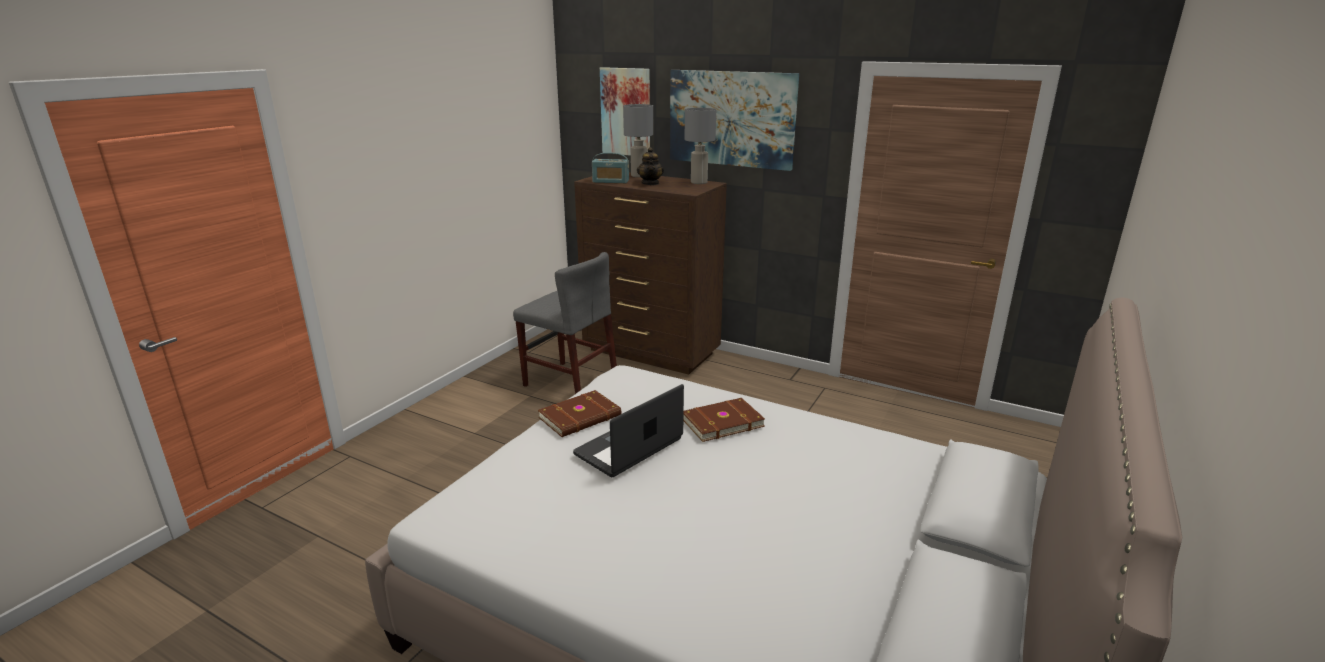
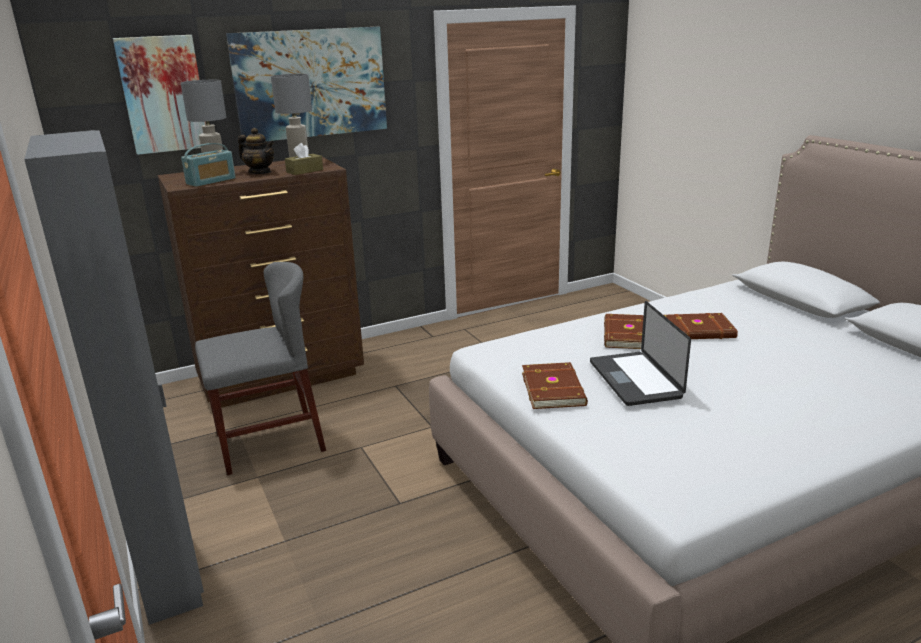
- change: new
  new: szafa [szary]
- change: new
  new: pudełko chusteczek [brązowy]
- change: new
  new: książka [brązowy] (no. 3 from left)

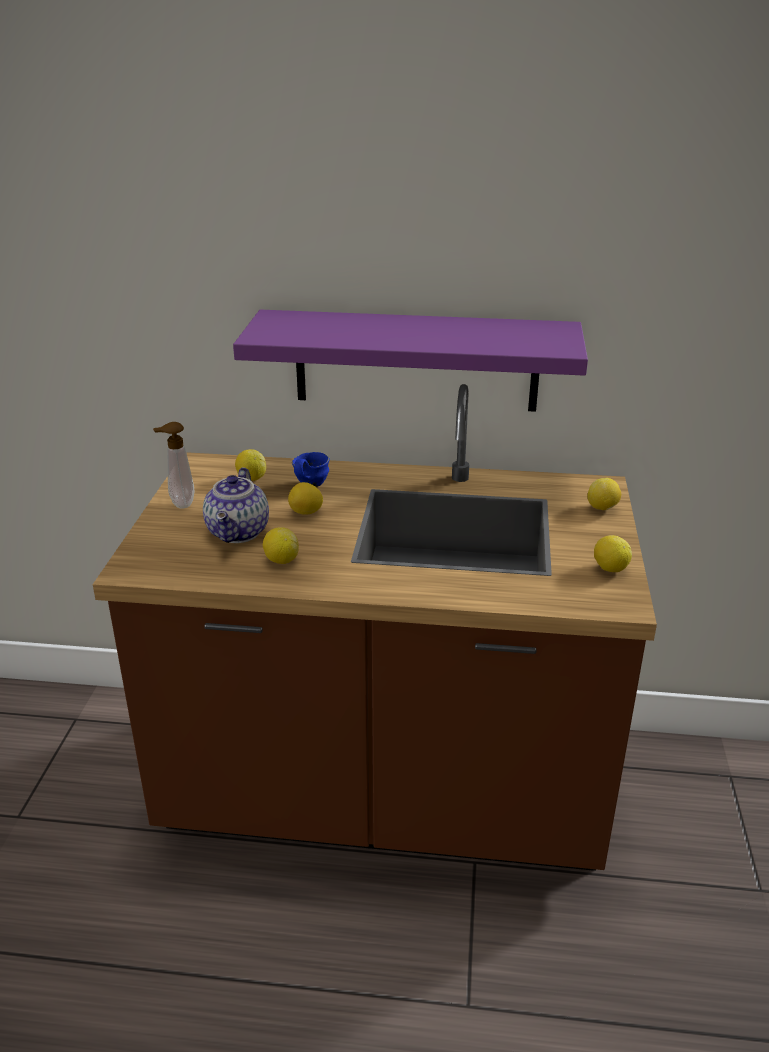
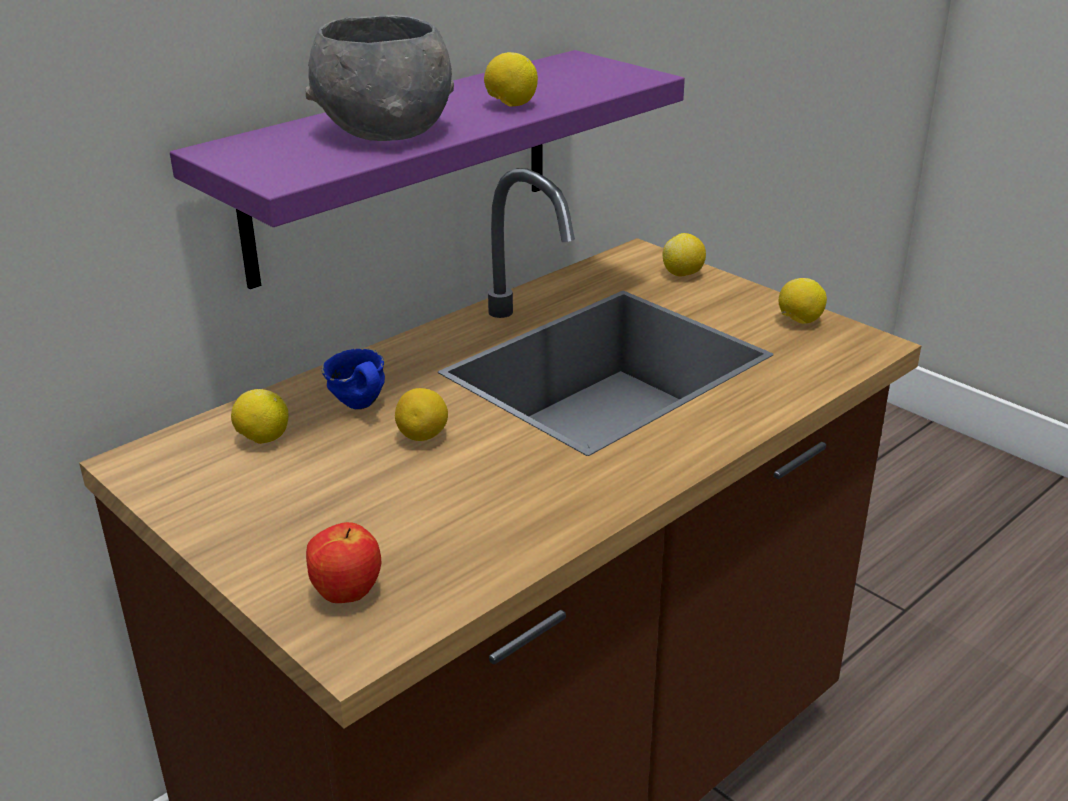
- change: gone
  old: dozownik mydła
- change: gone
  old: imbryk
- change: new
  new: miska [szary]
- change: new
  new: jabłko
- change: shifted
  old: cytryna (no. 2 from left in the first image)
  new: cytryna (no. 3 from left)

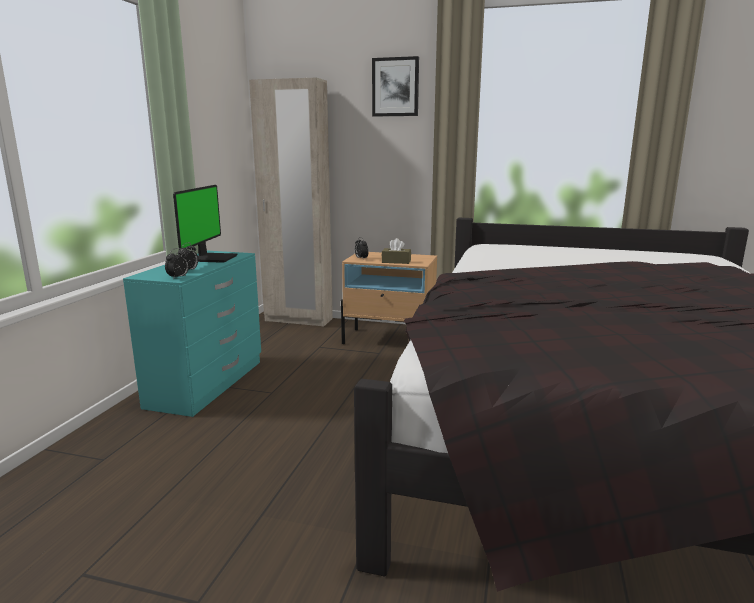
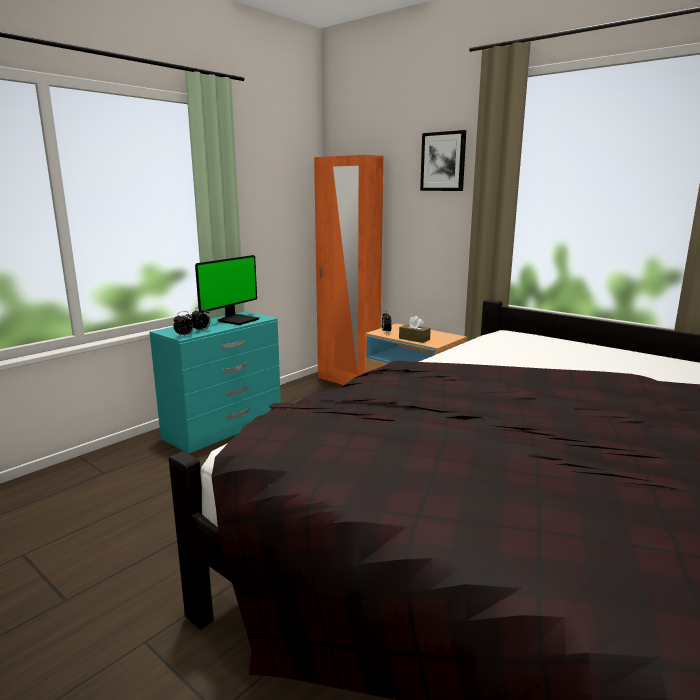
- change: repainted
  old: szafa [beżowy]
  new: szafa [pomarańczowy]

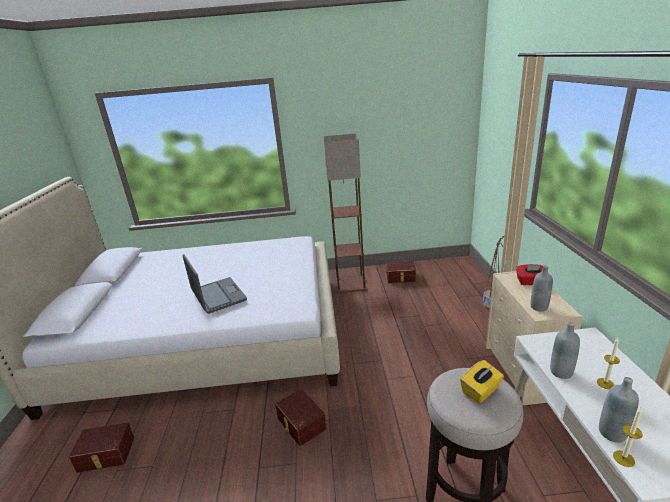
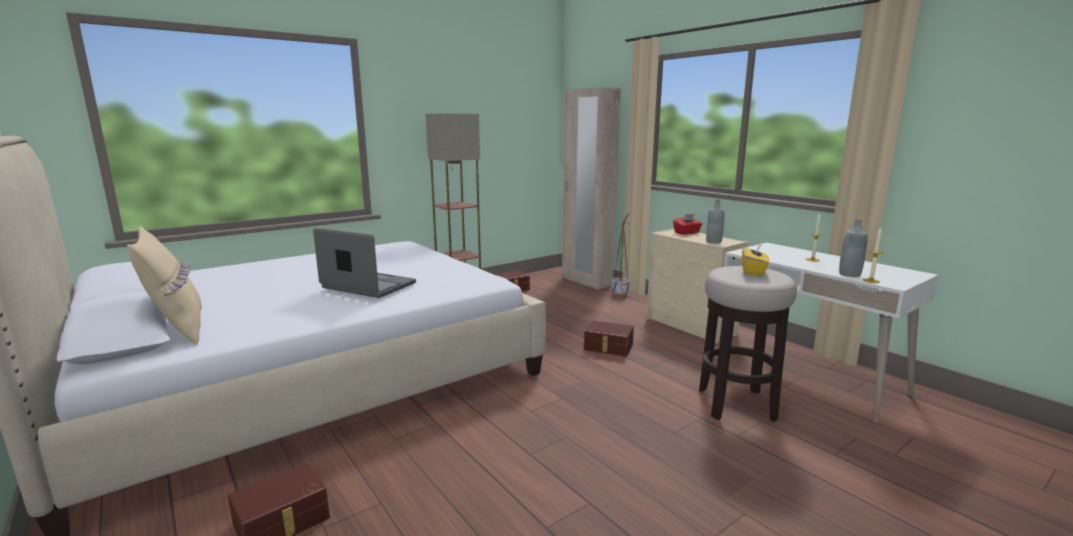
- change: gone
  old: butelka [szary] (no. 2 from left)
- change: new
  new: poduszka [beżowy]
- change: new
  new: szafa [beżowy]
- change: shifted
  old: pojemnik do przechowywania [brązowy] (no. 2 from left in the first image)
  new: pojemnik do przechowywania [brązowy] (no. 3 from left)

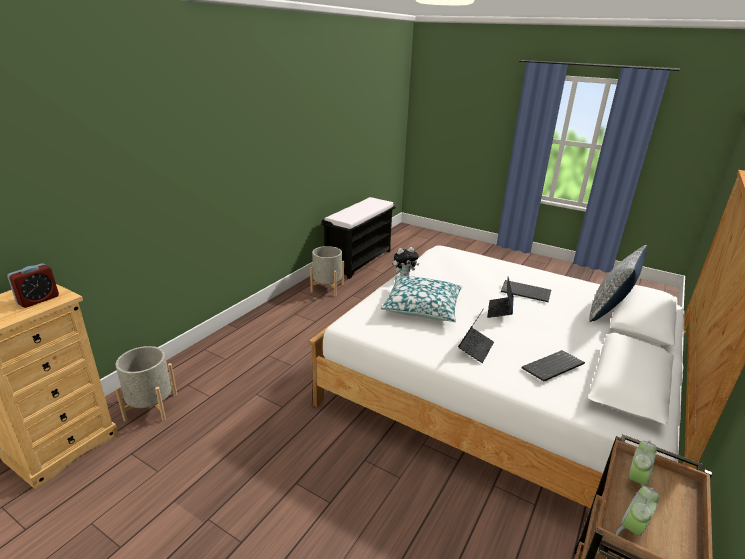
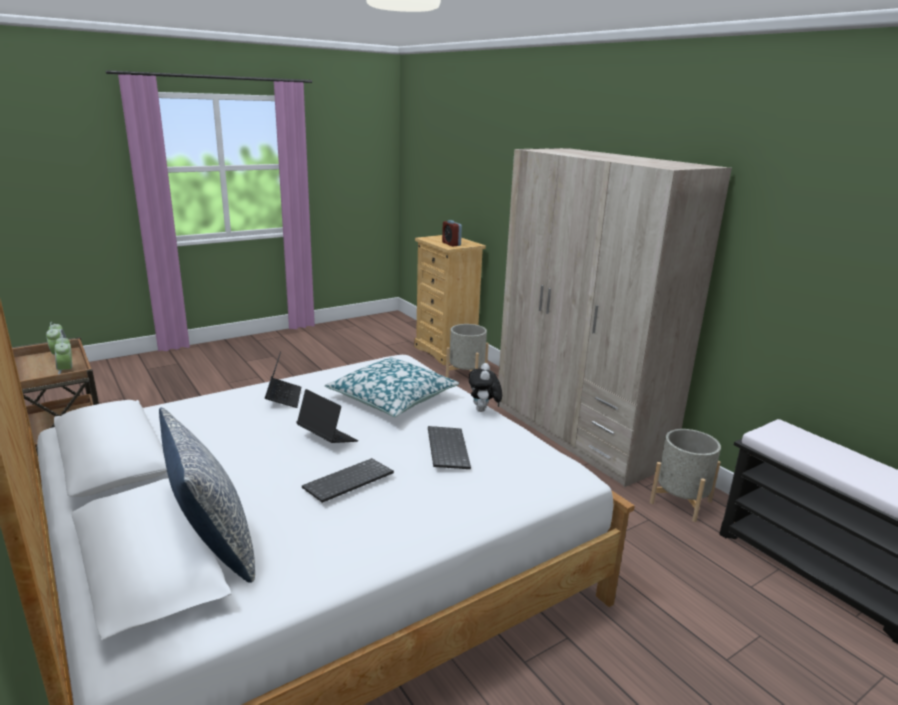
- change: new
  new: szafa [beżowy]
- change: shifted
  old: klawiatura (no. 2 from left)
- change: rotated
  old: laptop (no. 1 from left)
  degrees: -150

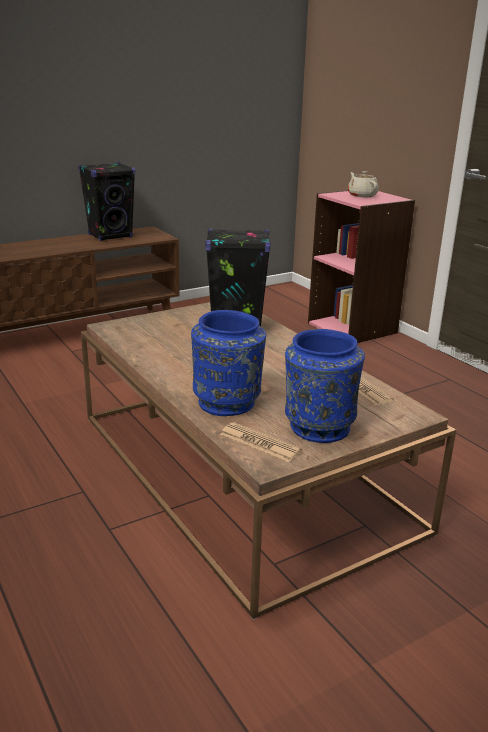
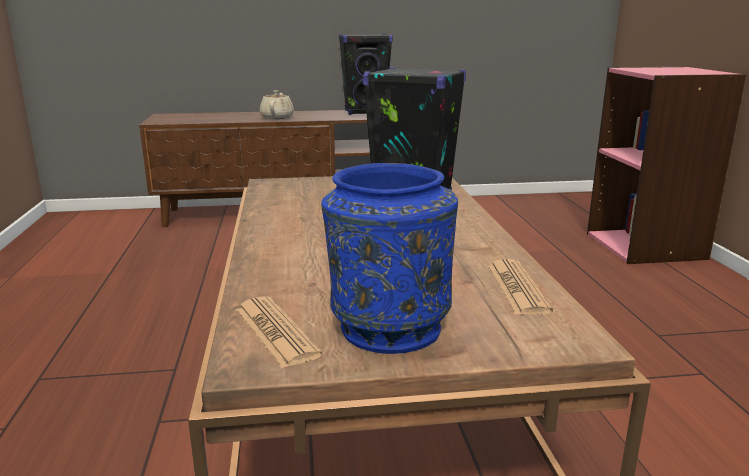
- change: gone
  old: wazon [niebieski] (no. 1 from left)
- change: shifted
  old: imbryk [beżowy]

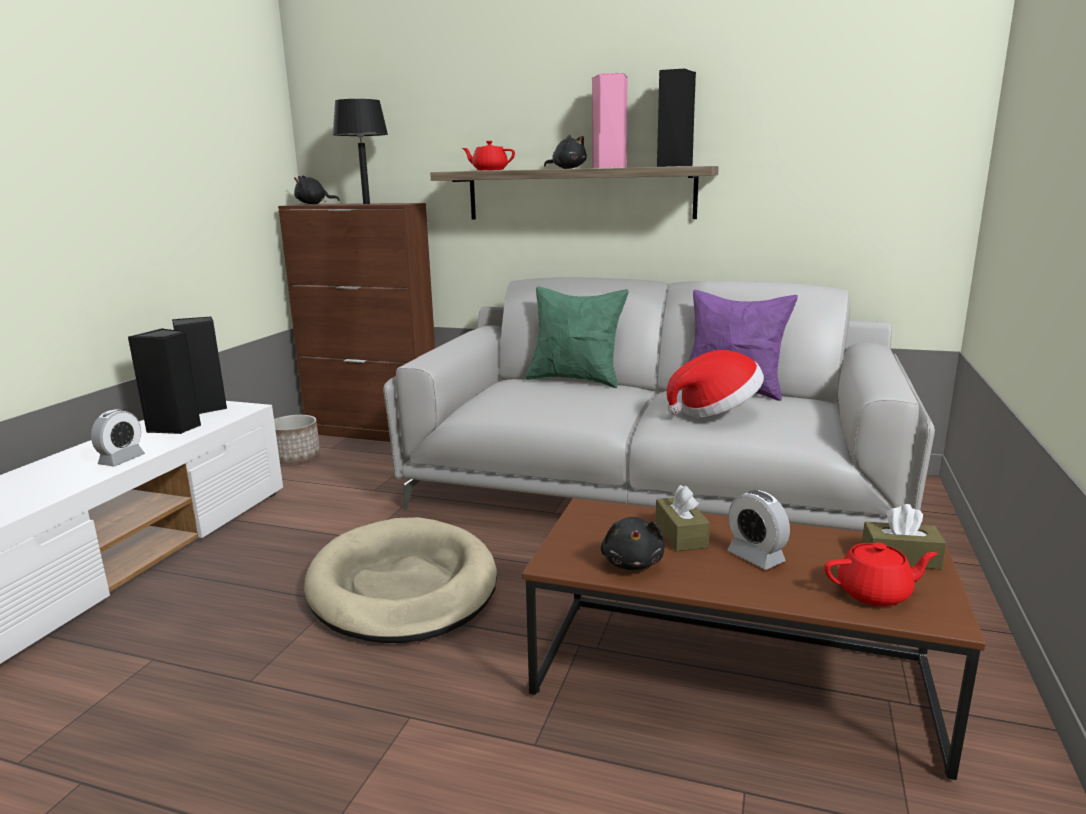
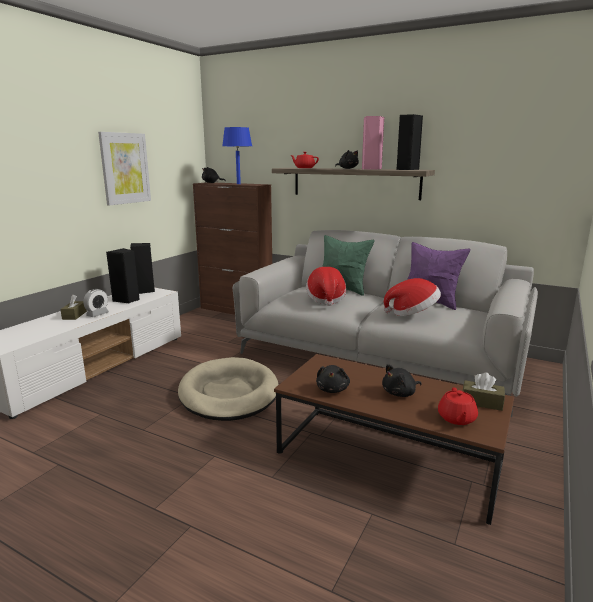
- change: gone
  old: donica
- change: new
  new: obraz
- change: new
  new: kapelusz (no. 1 from left)
- change: shifted
  old: pudełko chusteczek [brązowy] (no. 1 from left)
- change: swapped
  old: budzik (no. 2 from left)
  new: pluszak [czarny] (no. 4 from left)
- change: repainted
  old: lampa stołowa [czarny]
  new: lampa stołowa [niebieski]
- change: rotated
  old: imbryk [czerwony] (no. 2 from left)
  degrees: 90

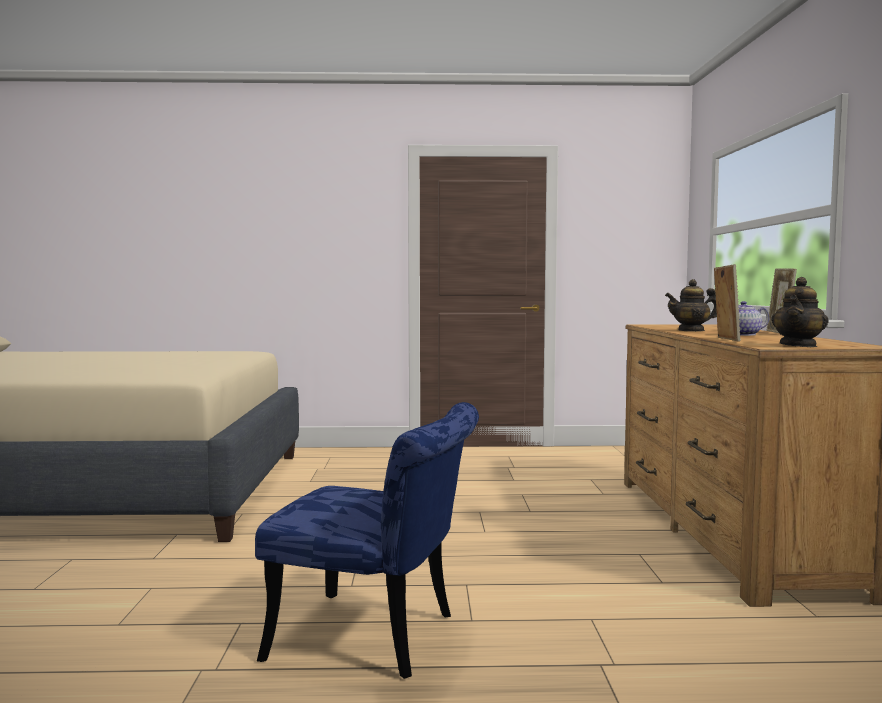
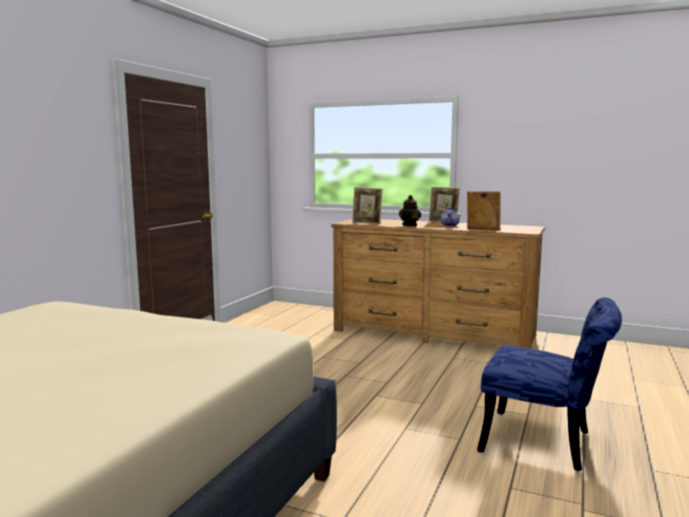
- change: gone
  old: imbryk (no. 3 from left)
- change: new
  new: ramka na zdjęcie (no. 1 from left)
- change: rotated
  old: krzesło [niebieski]
  degrees: 75

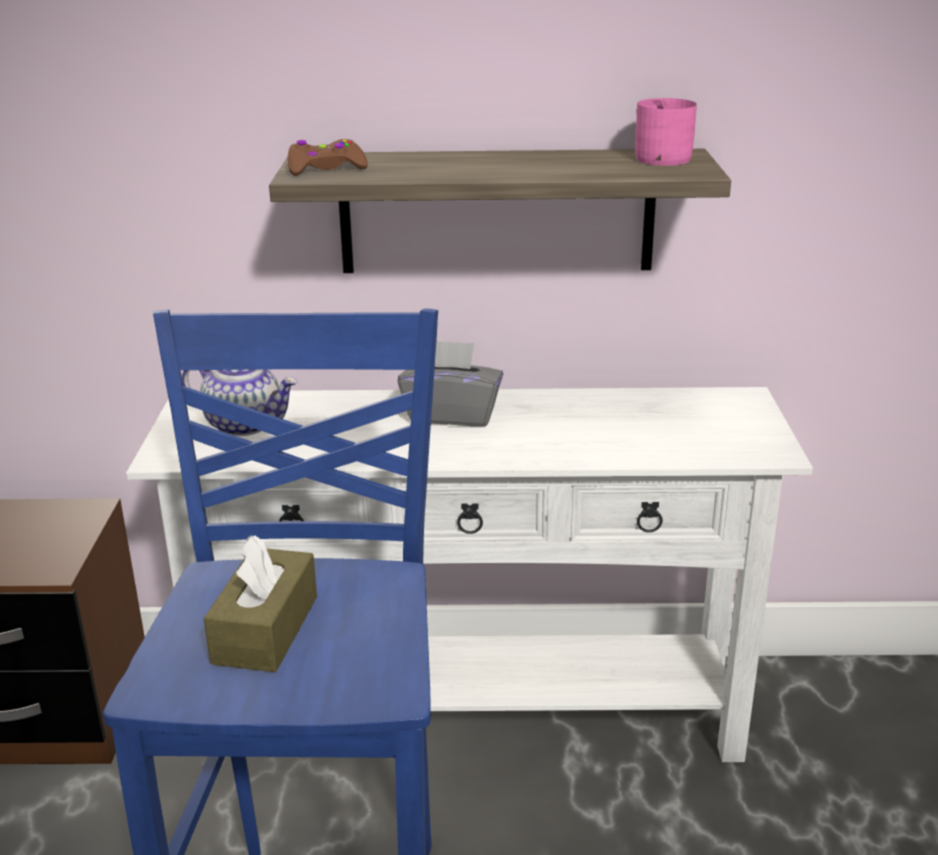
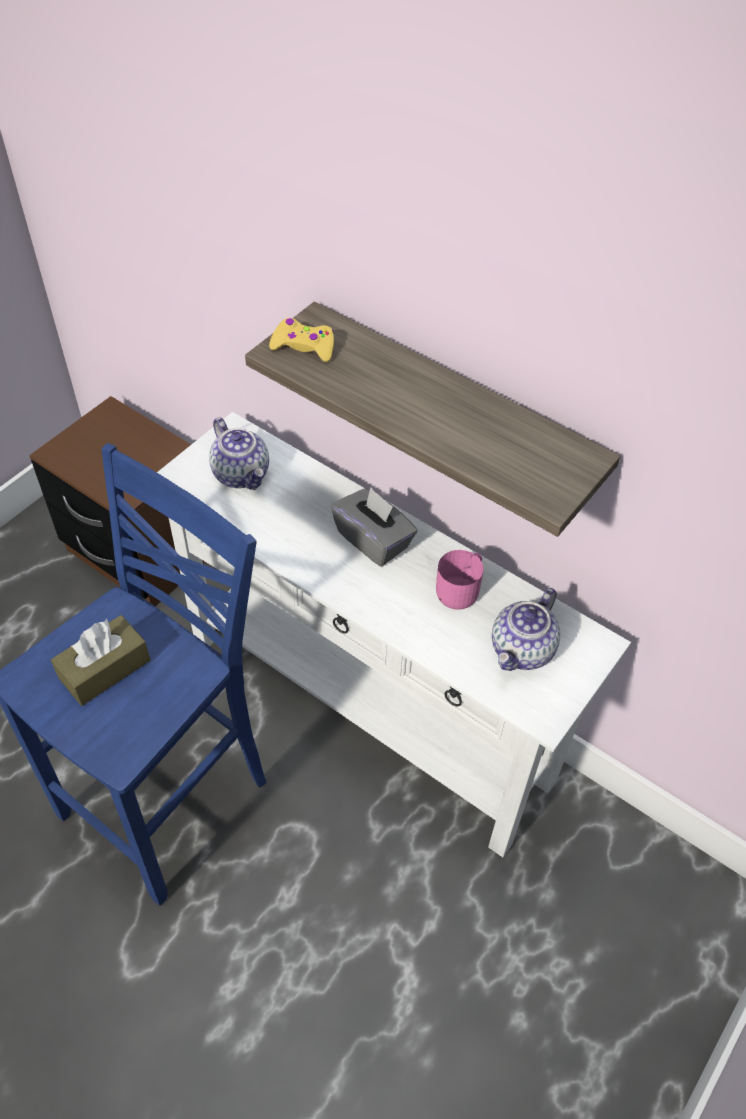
- change: new
  new: imbryk (no. 2 from left)
- change: shifted
  old: kubek [różowy]
- change: repainted
  old: pad do gier [brązowy]
  new: pad do gier [żółty]

